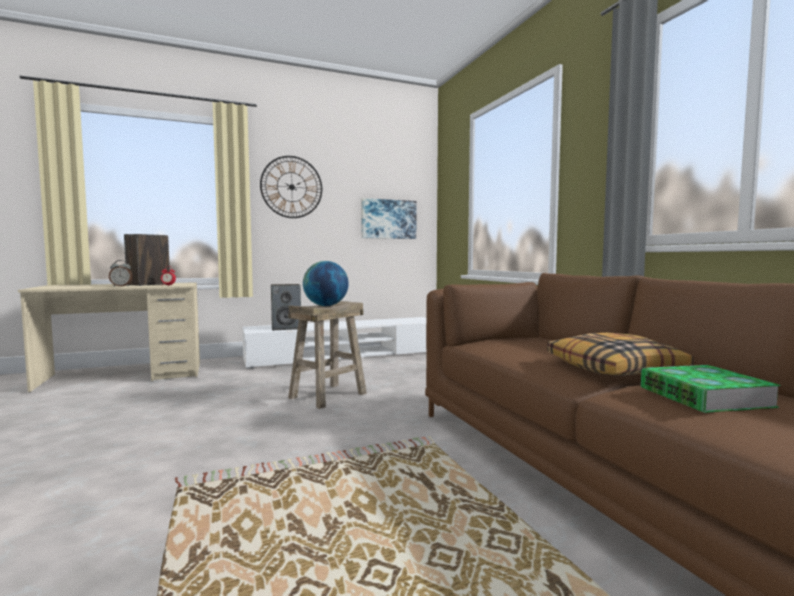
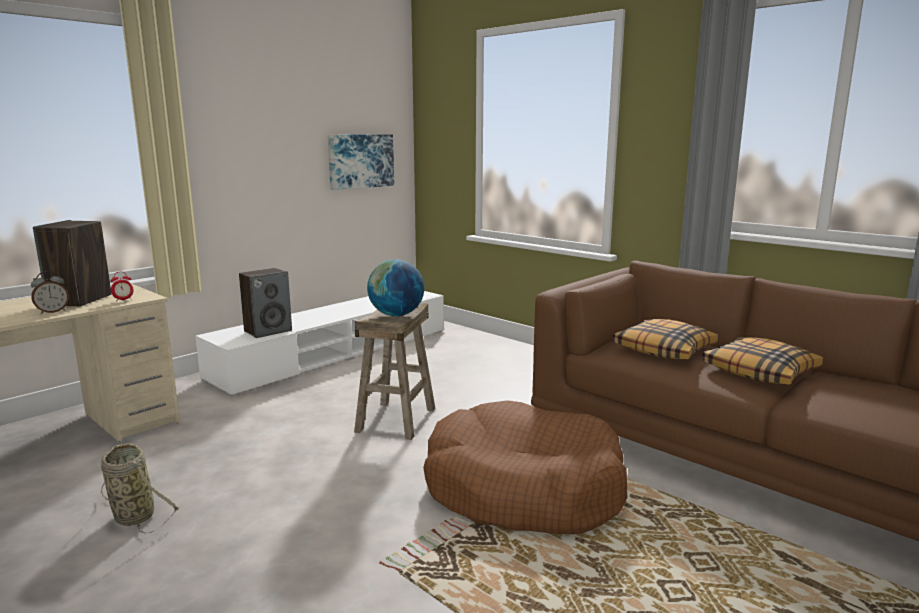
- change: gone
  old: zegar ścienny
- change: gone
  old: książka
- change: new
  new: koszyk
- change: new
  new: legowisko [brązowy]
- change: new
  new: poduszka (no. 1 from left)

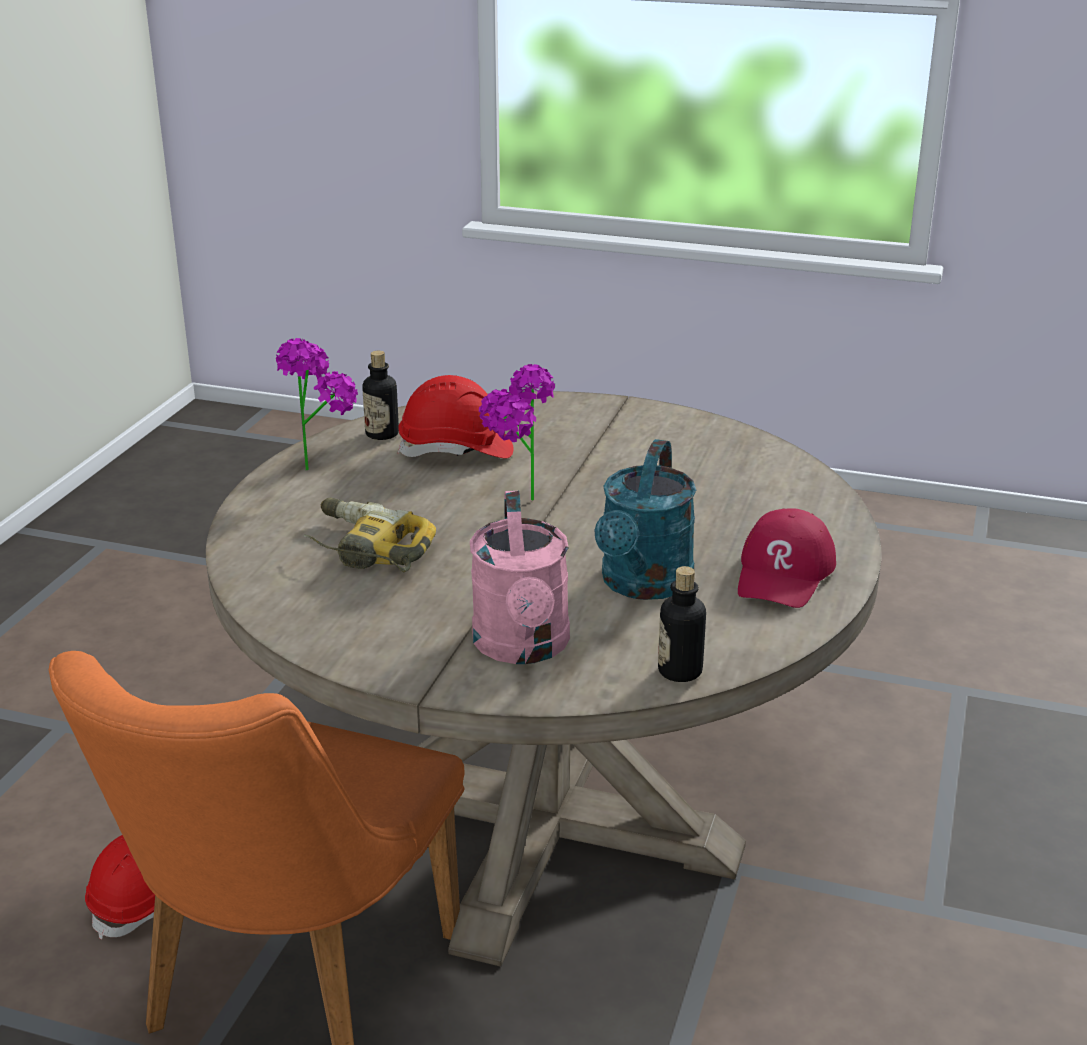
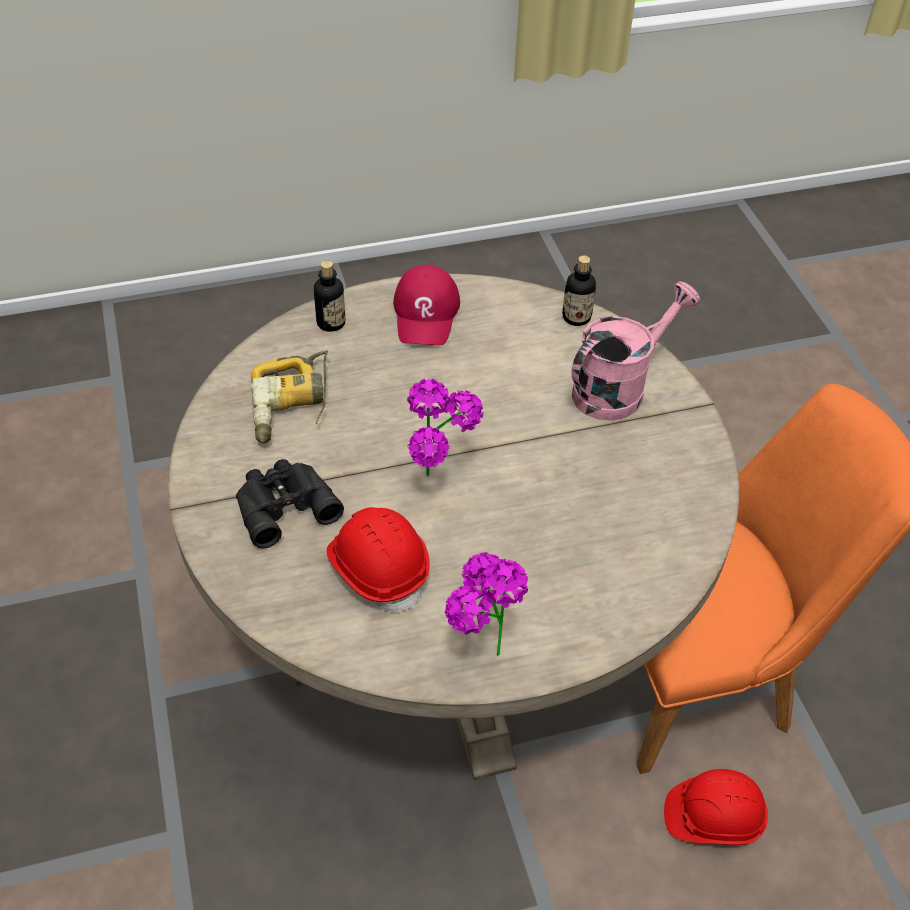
- change: gone
  old: konewka [turkusowy]
- change: new
  new: lornetka [czarny]
- change: shifted
  old: wiertarka
- change: shifted
  old: butelka (no. 1 from left)
- change: rotated
  old: czapka z daszkiem [czerwony]
  degrees: 105

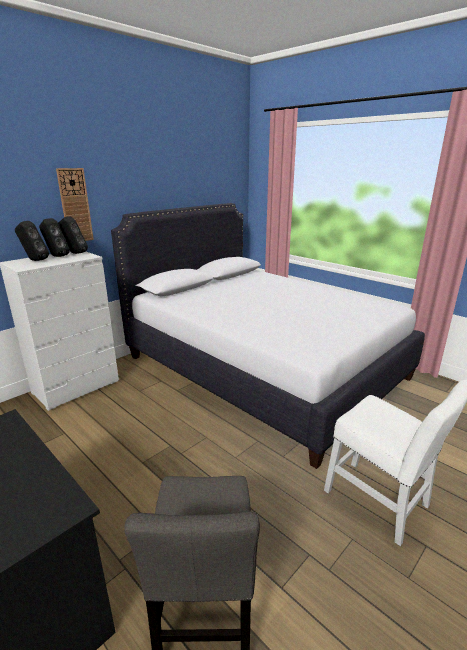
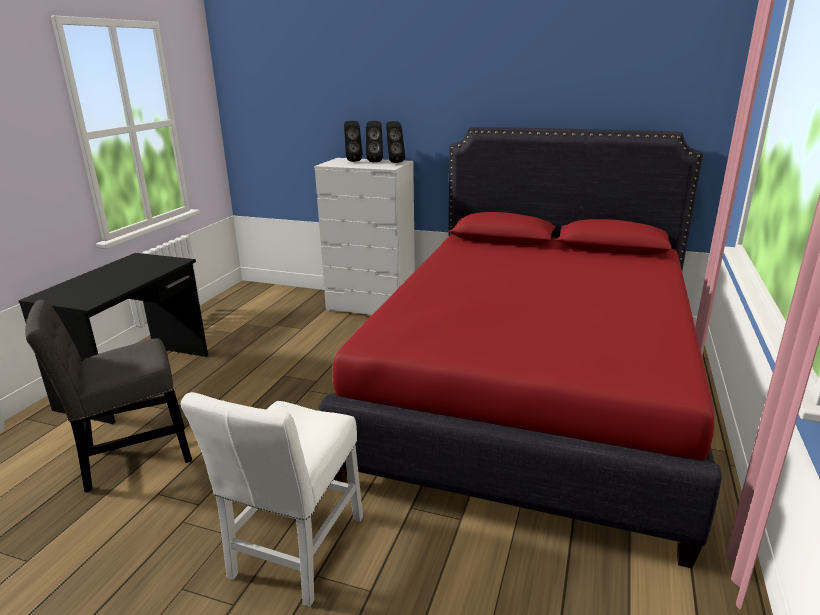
- change: gone
  old: zegar ścienny
- change: repainted
  old: łóżko [biały]
  new: łóżko [czerwony]

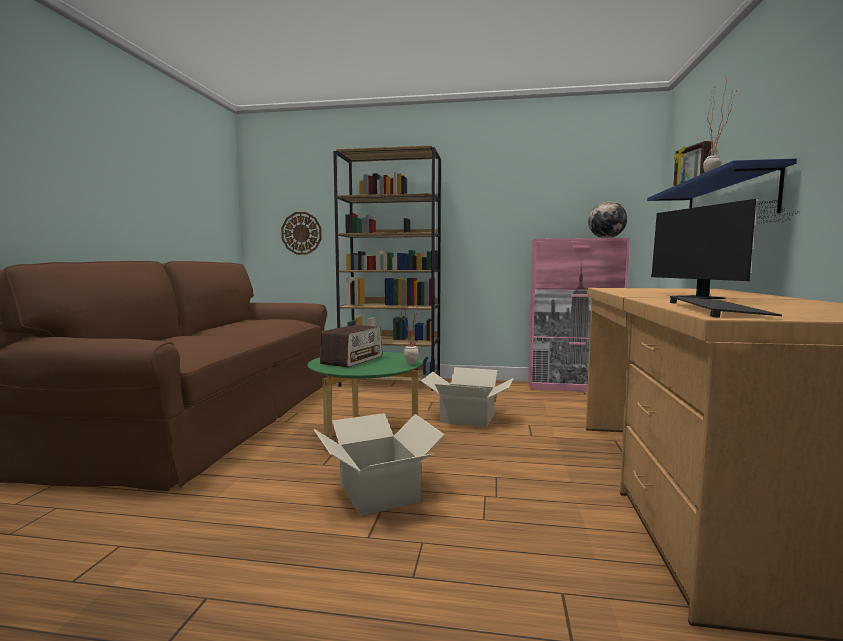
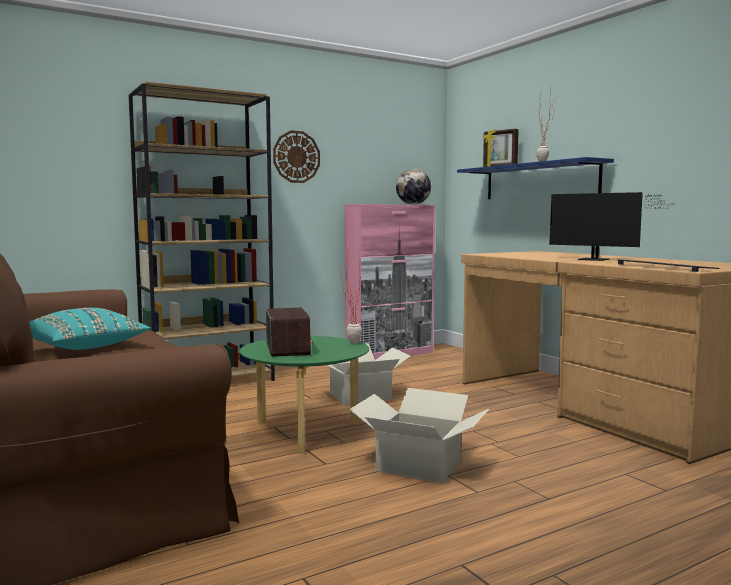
- change: new
  new: poduszka [turkusowy]
- change: shifted
  old: zegar ścienny

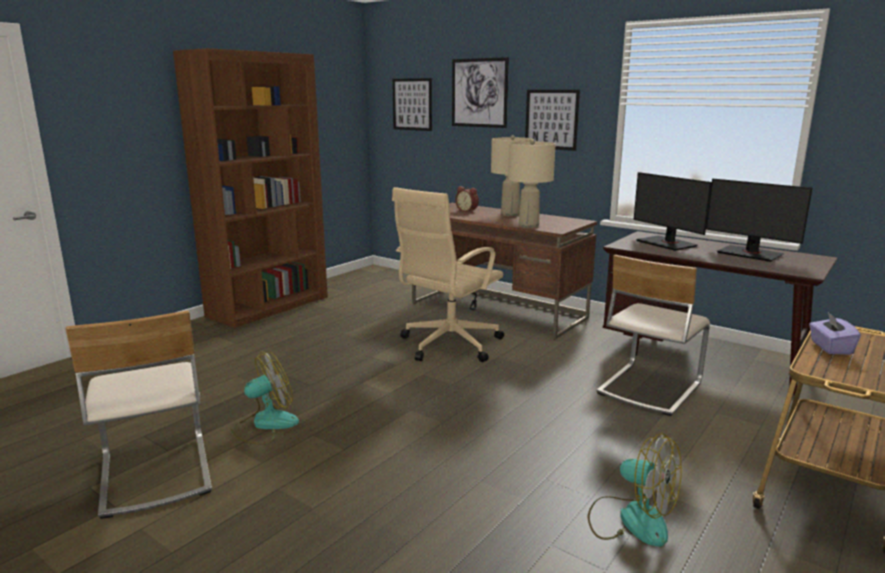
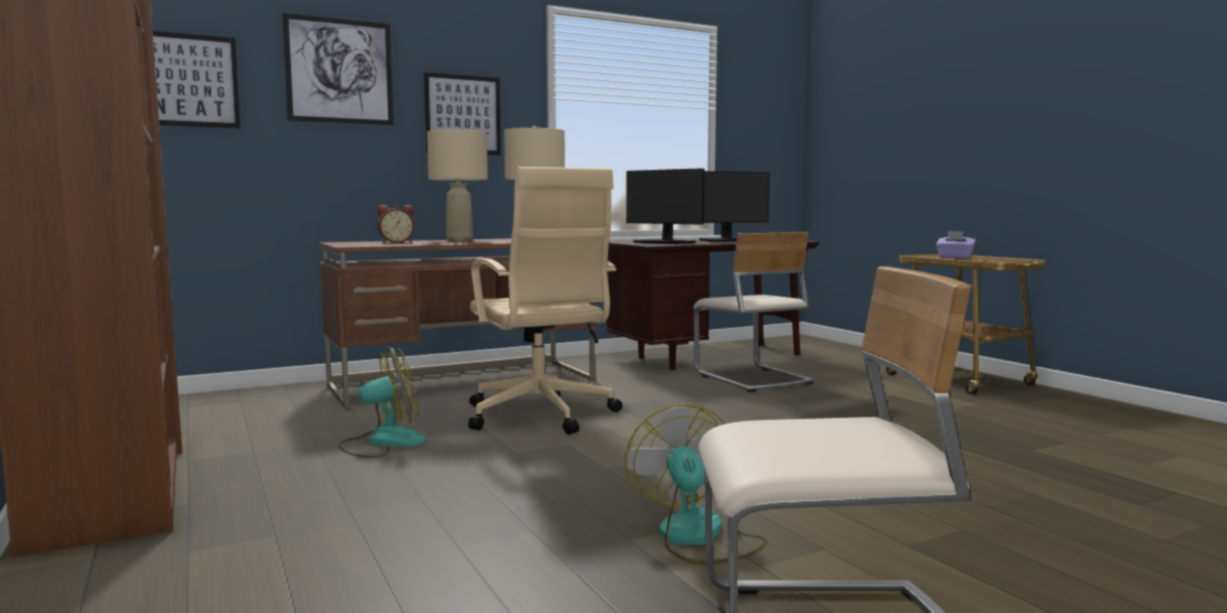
- change: shifted
  old: wentylator (no. 2 from left in the first image)
  new: wentylator (no. 1 from left)
- change: rotated
  old: monitor (no. 1 from left)
  degrees: 45

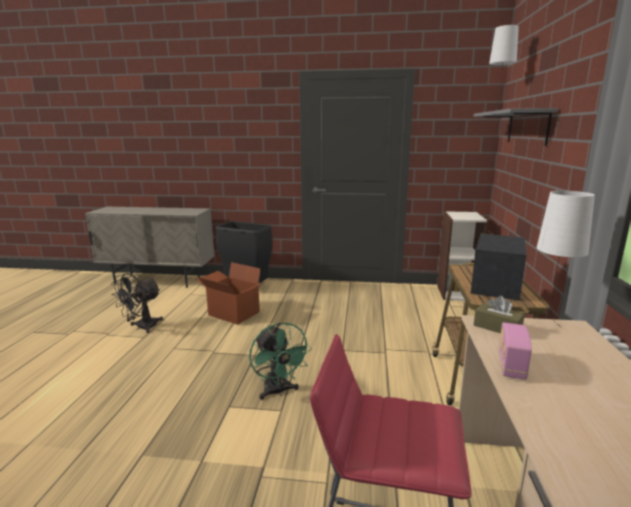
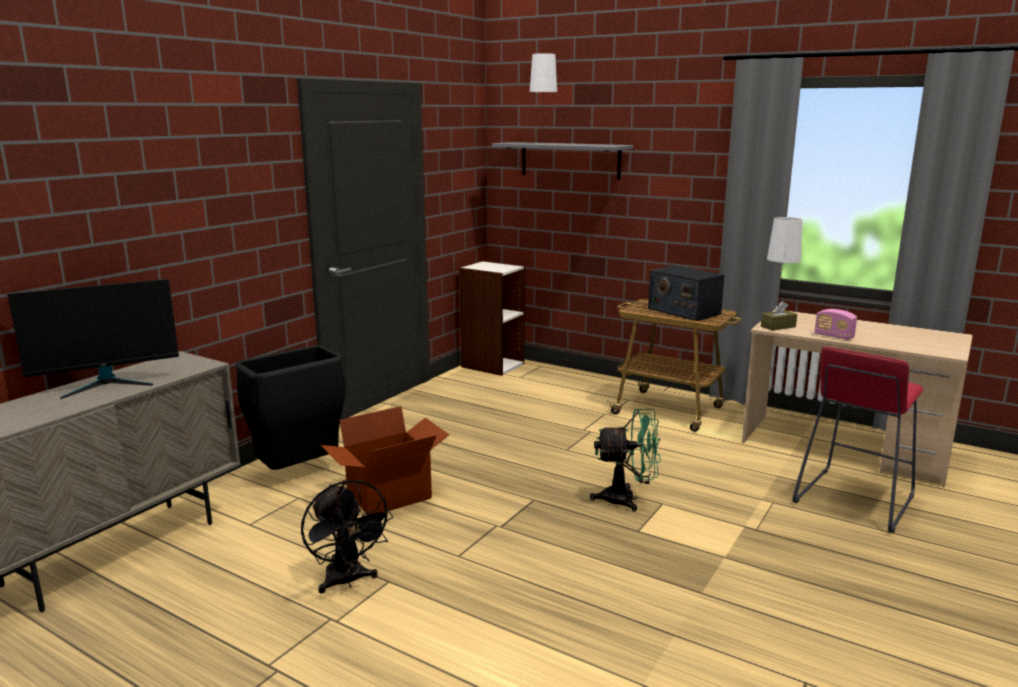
- change: new
  new: monitor

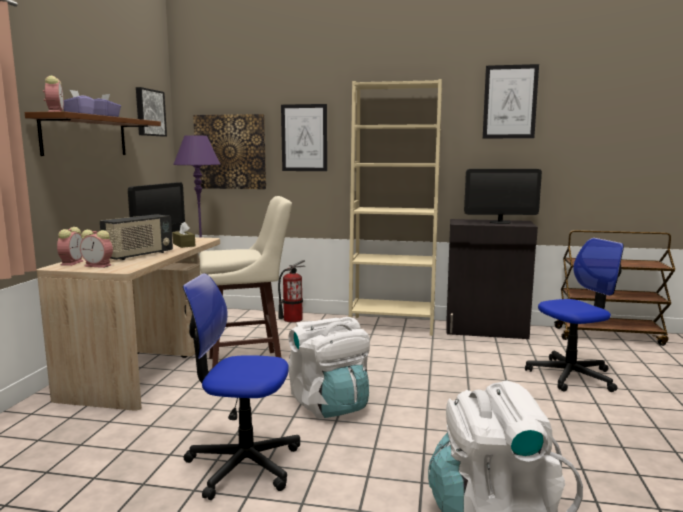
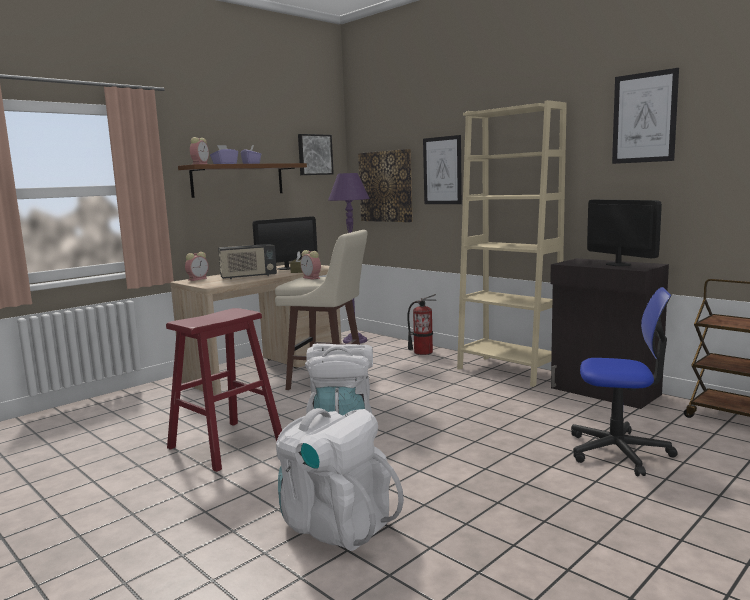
- change: shifted
  old: budzik (no. 3 from left)
- change: swapped
  old: krzesło biurowe (no. 1 from left)
  new: stołek [czerwony]
- change: rotated
  old: monitor (no. 2 from left)
  degrees: -150

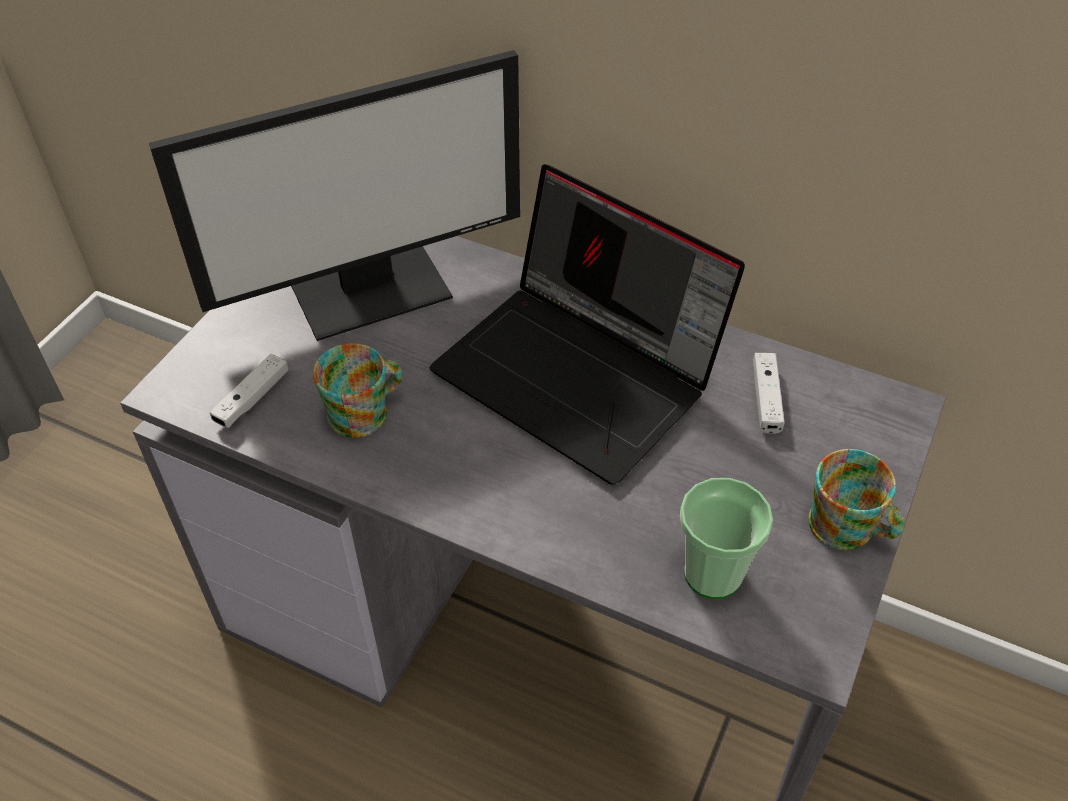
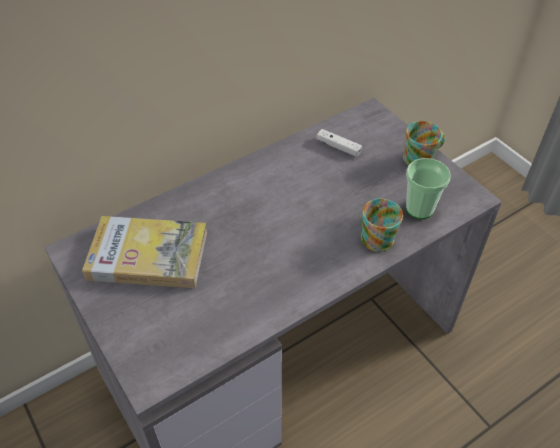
- change: gone
  old: pad do gier [biały] (no. 1 from left)
- change: gone
  old: laptop
- change: shifted
  old: kubek (no. 1 from left)
- change: swapped
  old: monitor
  new: książka

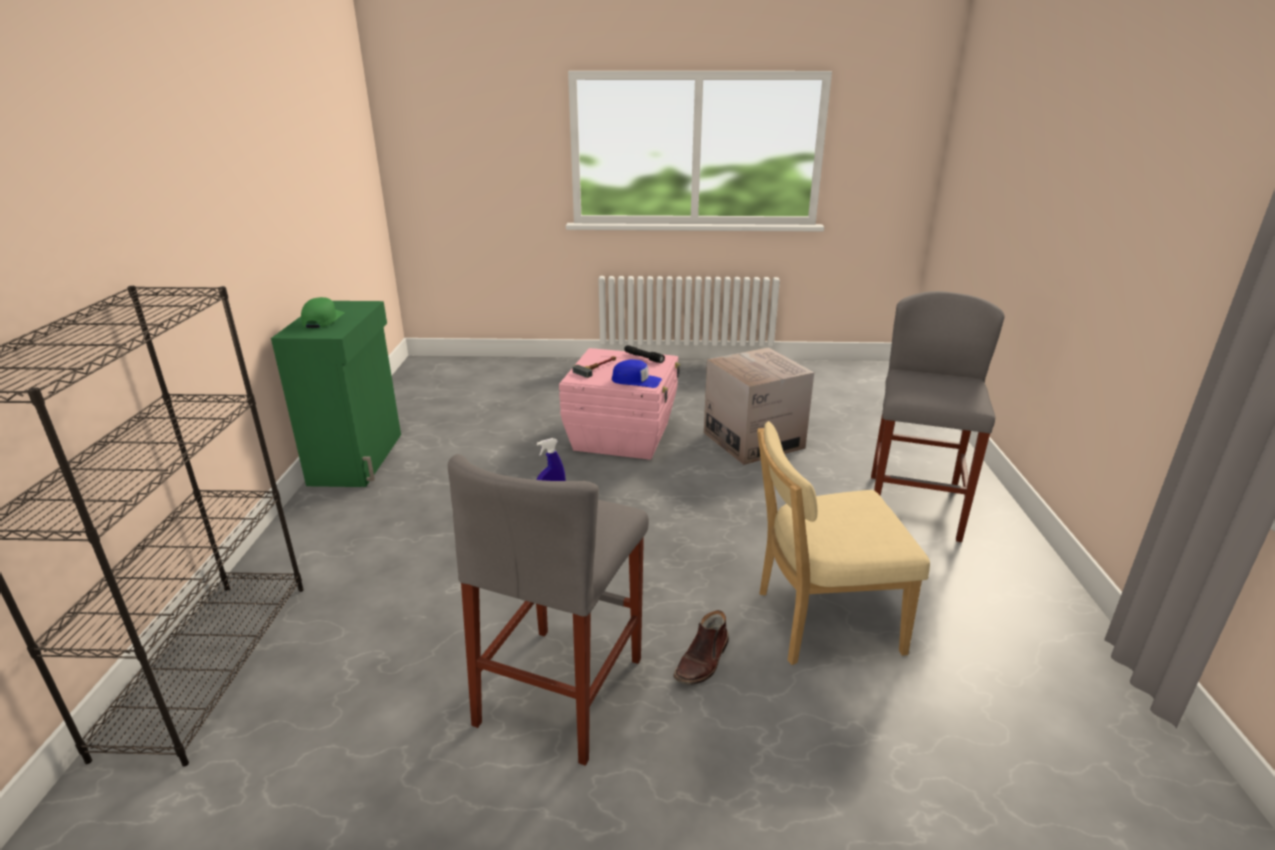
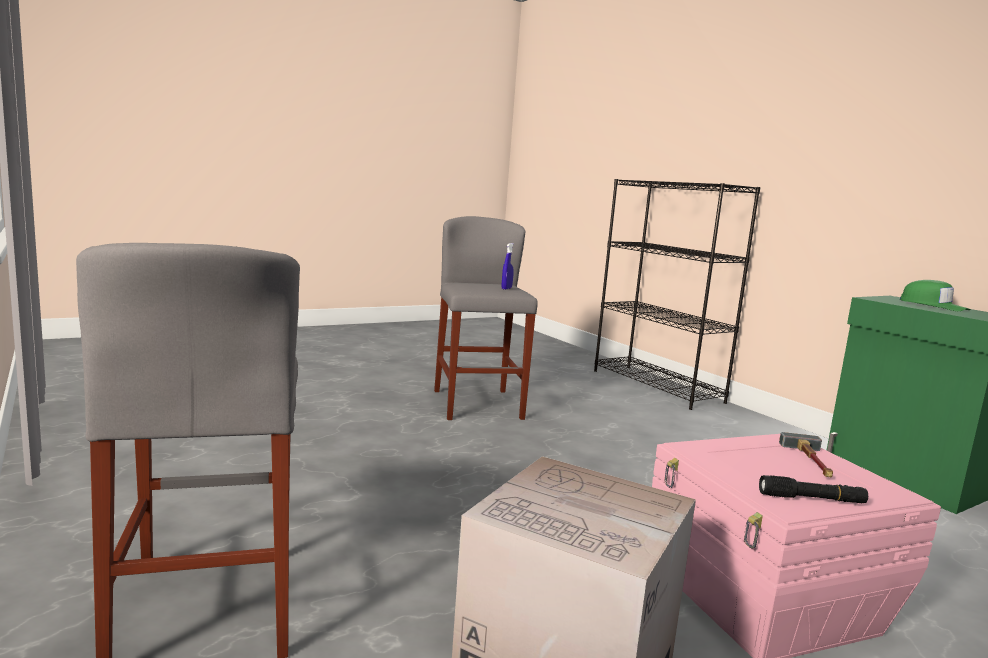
- change: gone
  old: czapka z daszkiem [niebieski]
- change: gone
  old: but z cholewką [brązowy]
- change: gone
  old: krzesło [beżowy]

